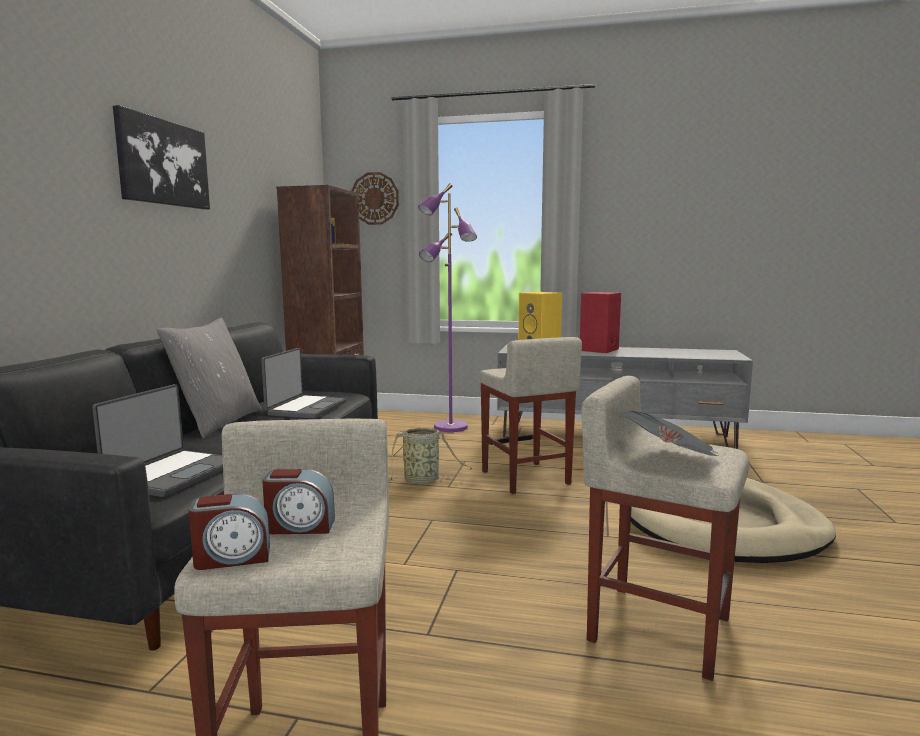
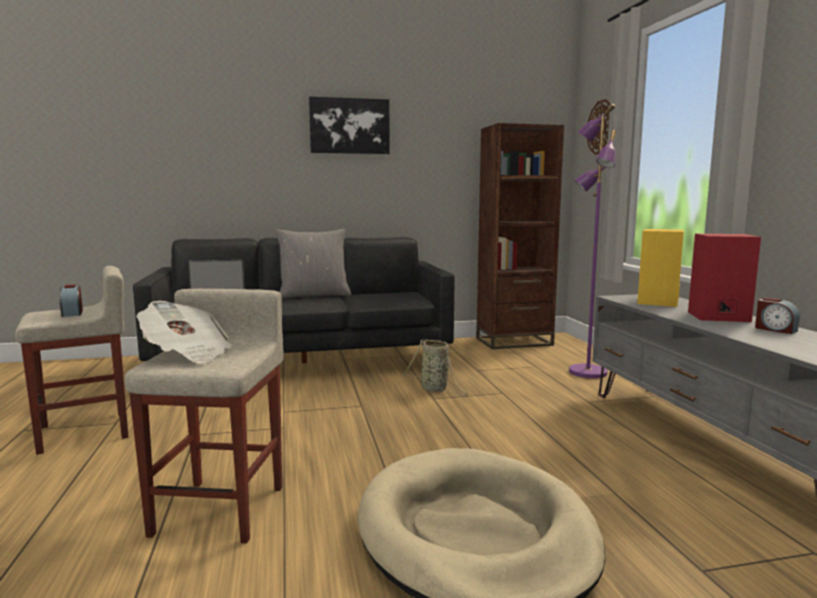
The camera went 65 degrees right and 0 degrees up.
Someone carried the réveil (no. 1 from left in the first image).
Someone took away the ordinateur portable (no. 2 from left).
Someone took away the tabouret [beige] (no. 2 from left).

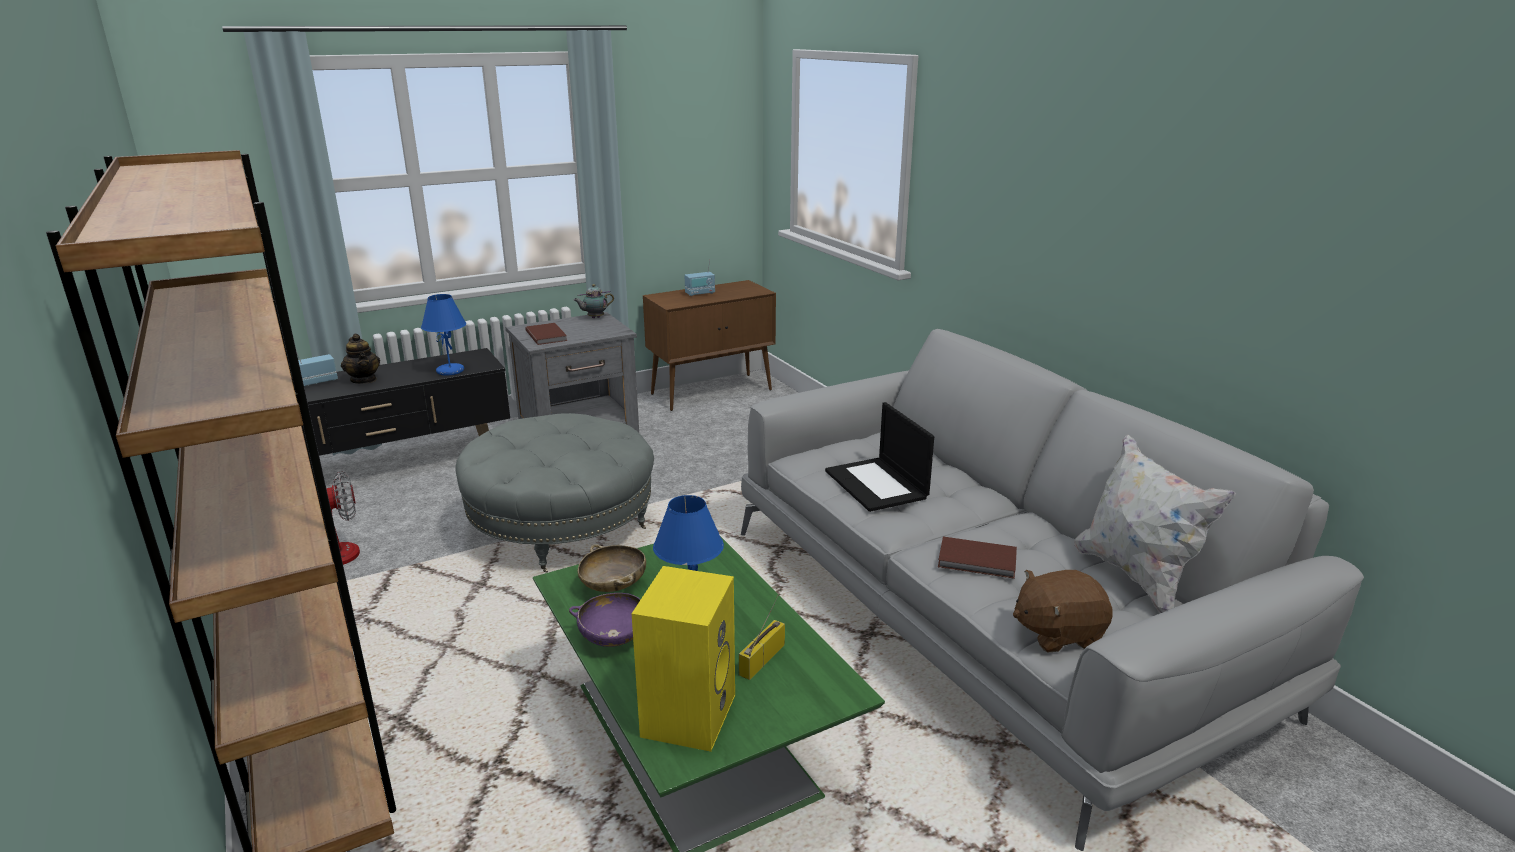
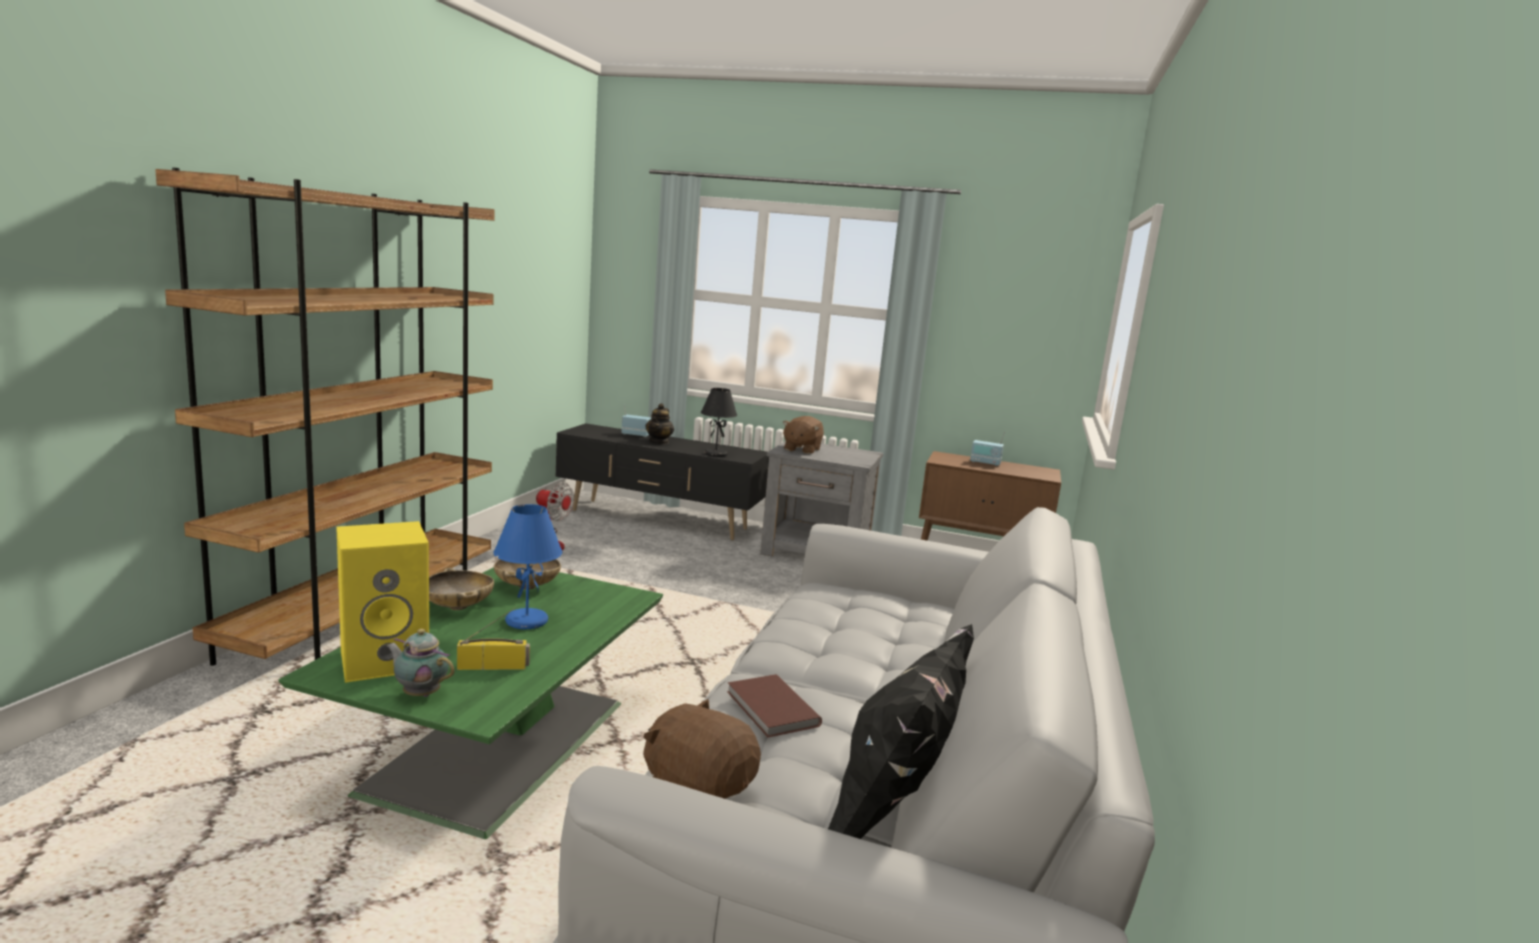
The camera went 45 degrees right and 10 degrees down.
Someone carried the théière (no. 2 from left in the first image).
Someone repainted the bol [violet], which became the bol [beige] (no. 1 from left).
Someone repainted the lampe de table [bleu] (no. 1 from left), which became the lampe de table [noir].
Someone swapped the livre [marron] (no. 1 from left) for the peluche [marron] (no. 2 from left).
Someone repainted the coussin [blanc], which became the coussin [noir].
Someone took away the pouf [gris].
Someone took away the ordinateur portable.

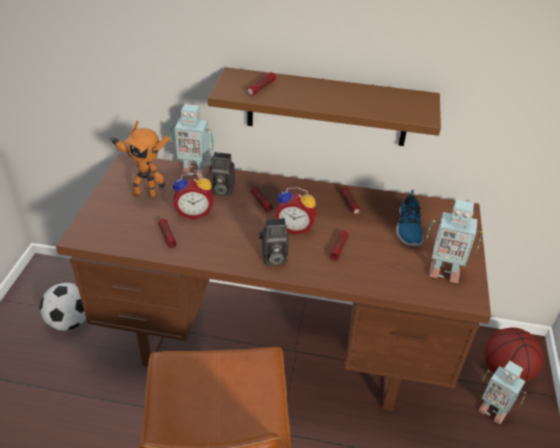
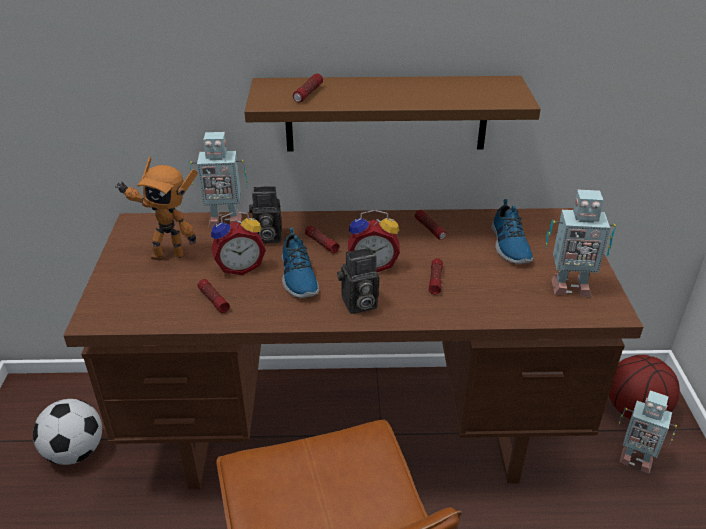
The camera went 10 degrees left and 5 degrees down.
Someone put down the chaussure (no. 1 from left).

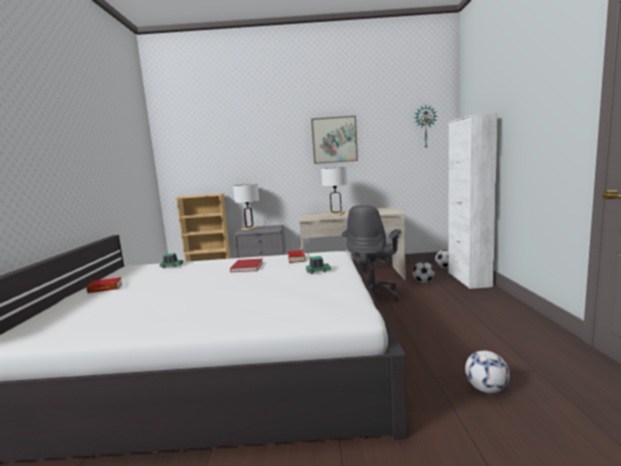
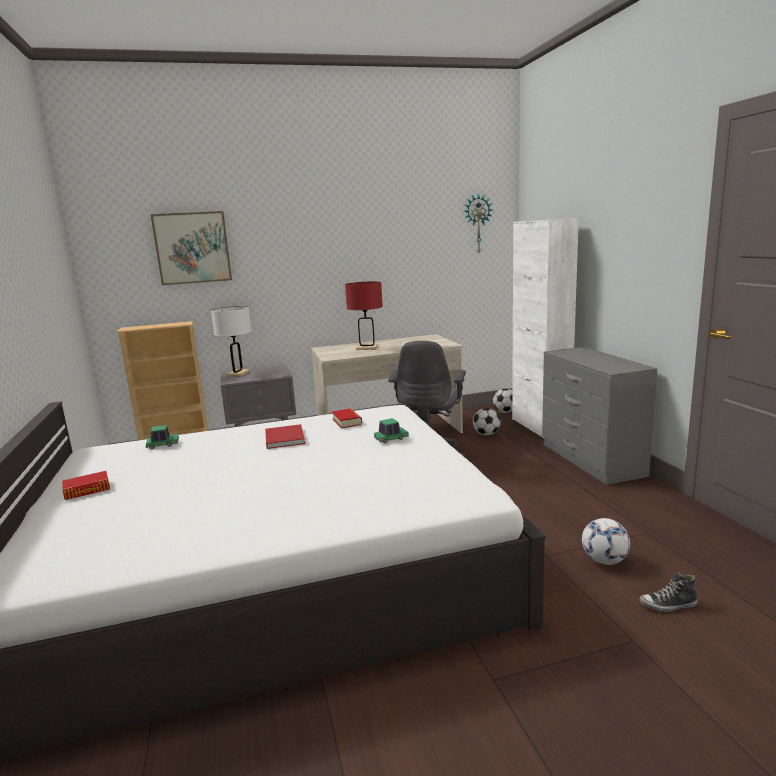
The camera went 15 degrees left and 5 degrees up.
Someone carried the tableau.
Someone repainted the lampe de table [blanc] (no. 2 from left), which became the lampe de table [rouge].
Someone put down the commode [gris].
Someone put down the chaussure.

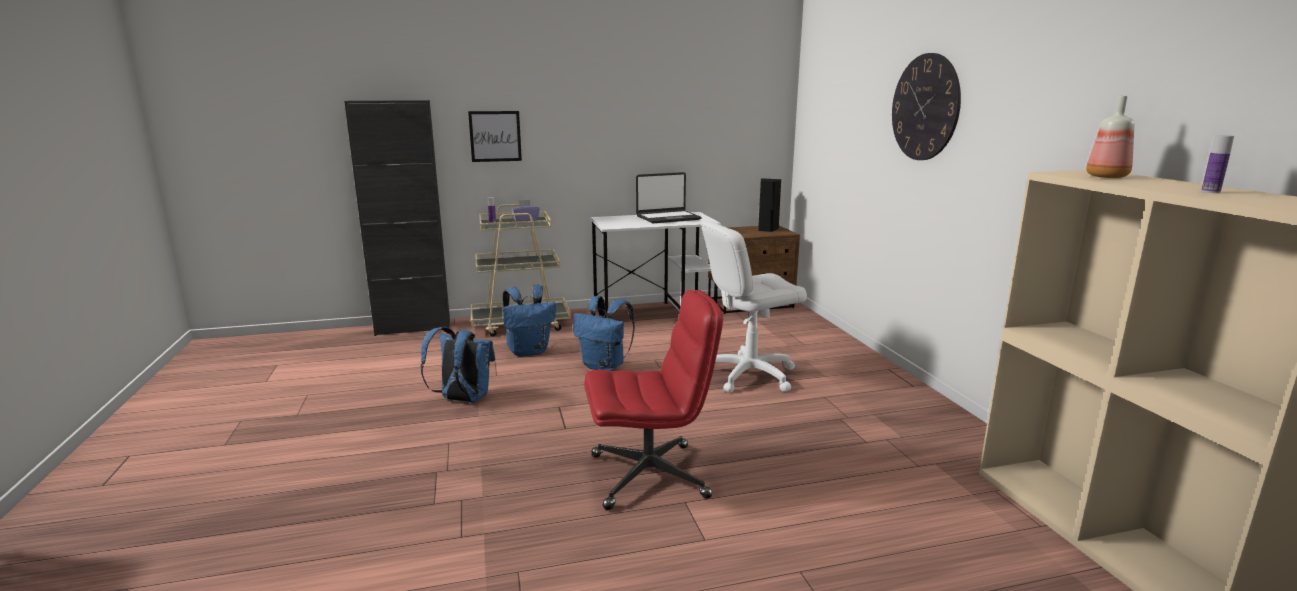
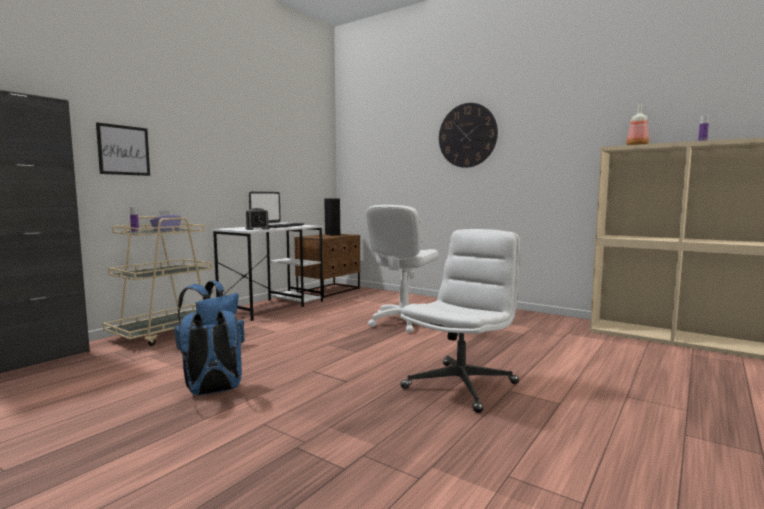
The camera went 40 degrees left and 10 degrees down.
Someone put down the réveil.
Someone repainted the chaise de bureau [rouge], which became the chaise de bureau [blanc] (no. 2 from left).
Someone took away the sac à dos [bleu] (no. 3 from left).

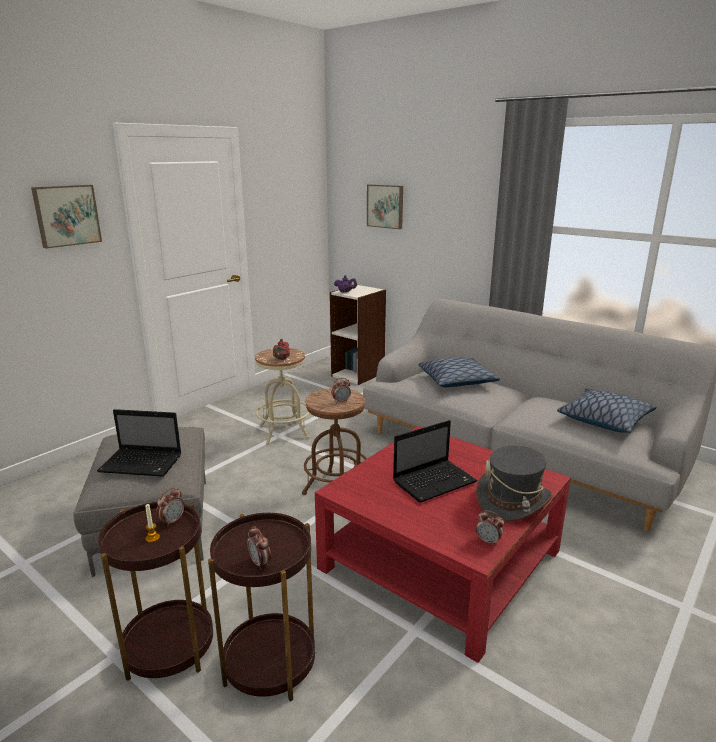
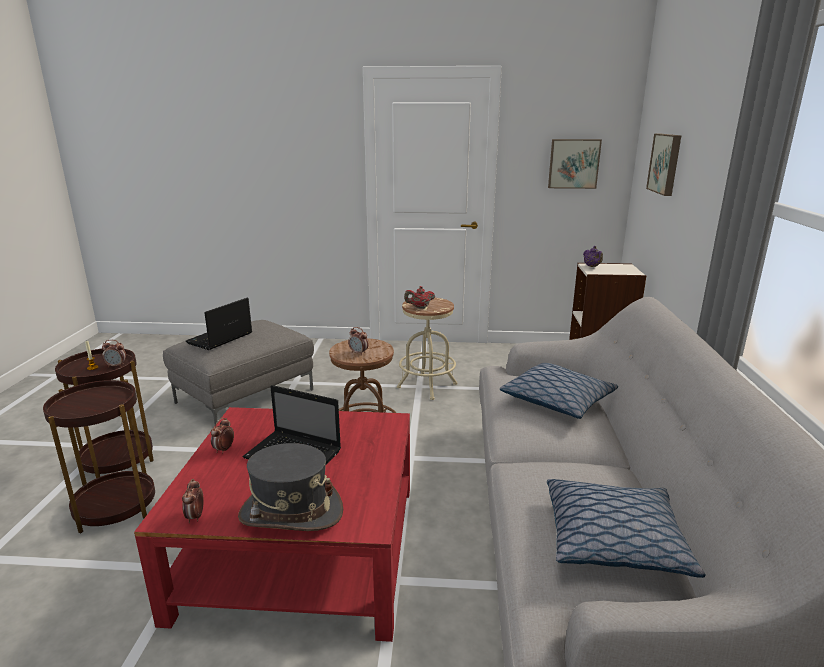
The camera went 55 degrees right and 0 degrees up.
Someone rotated the ordinateur portable (no. 1 from left) by 60 degrees clockwise.
Someone carried the réveil (no. 2 from left in the first image).
Someone carried the tableau (no. 1 from left).

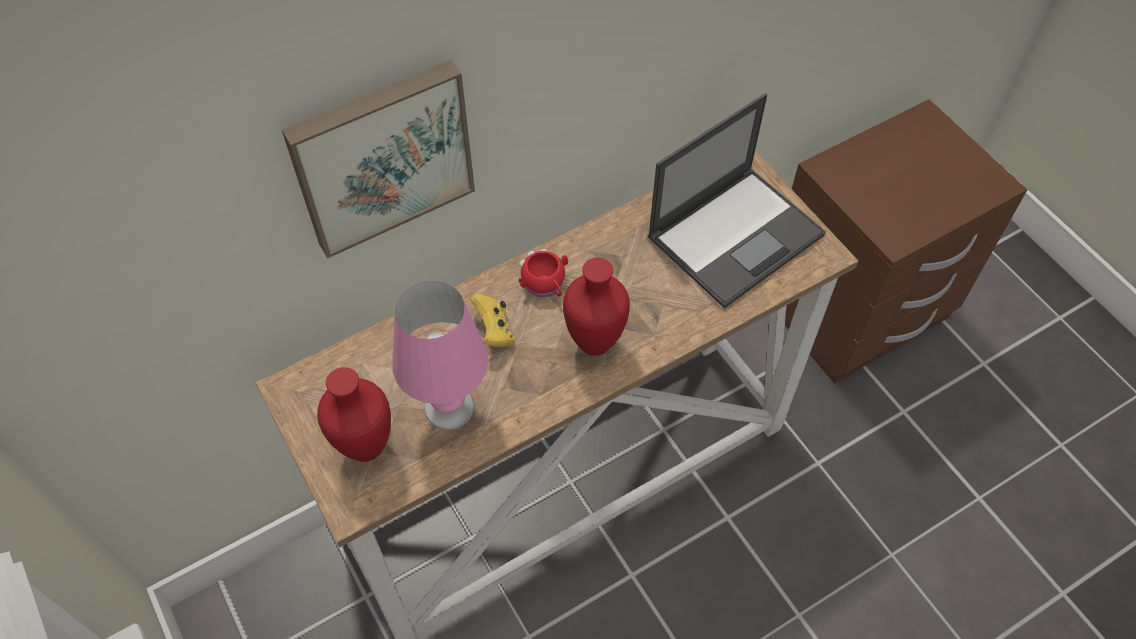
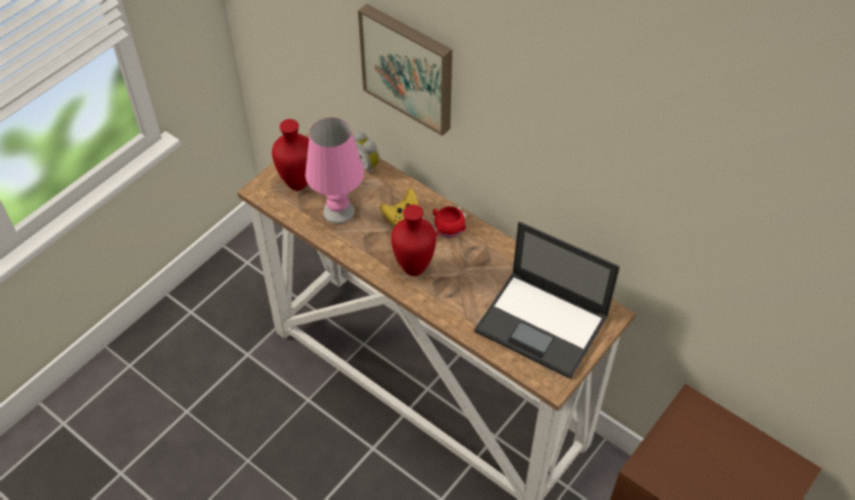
The camera went 70 degrees right and 5 degrees down.
Someone put down the réveil.

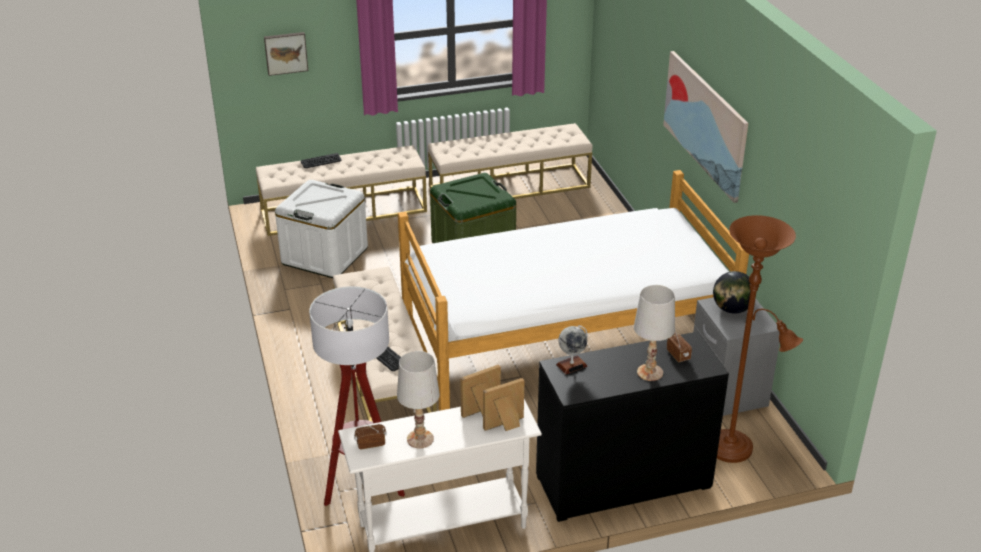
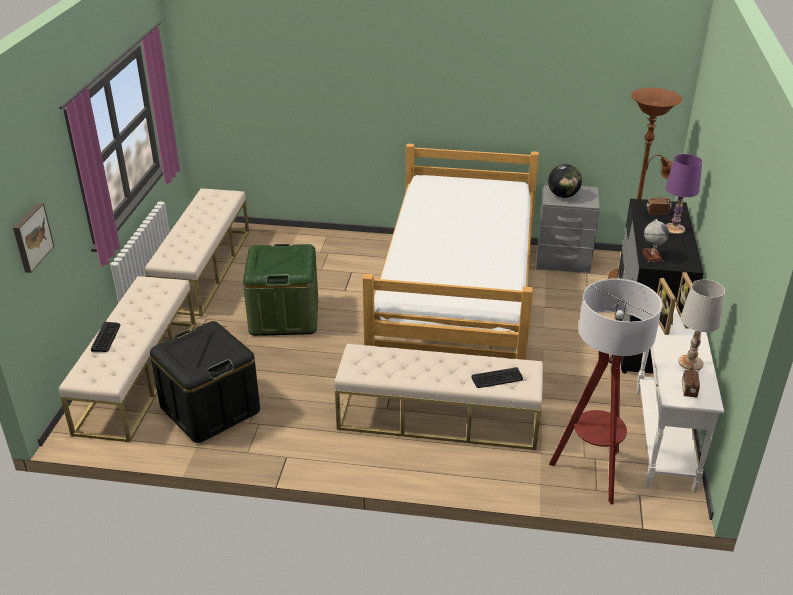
The camera went 65 degrees left and 0 degrees up.
Someone repainted the boîte de rangement [blanc], which became the boîte de rangement [noir].
Someone repainted the lampe de table [blanc] (no. 2 from left), which became the lampe de table [violet].
Someone took away the tableau (no. 2 from left).

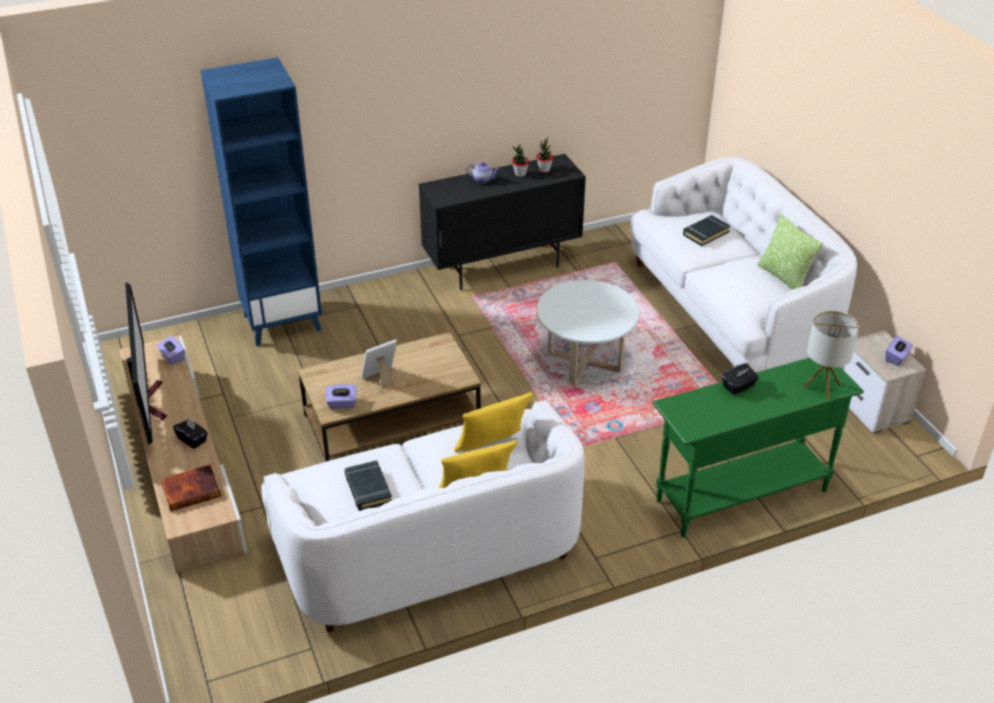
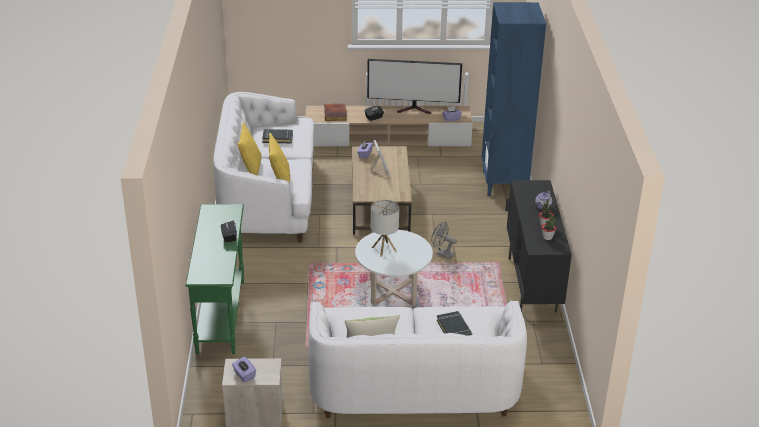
The camera went 110 degrees right and 5 degrees down.
Someone carried the lampe de table.
Someone put down the ventilateur [gris].

